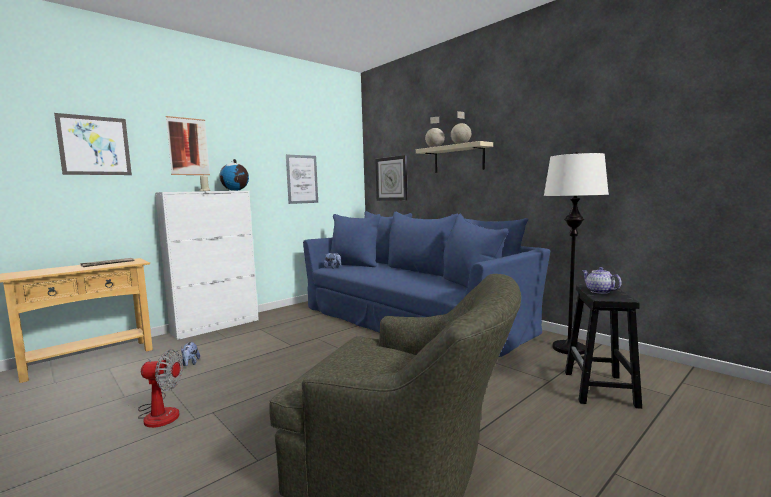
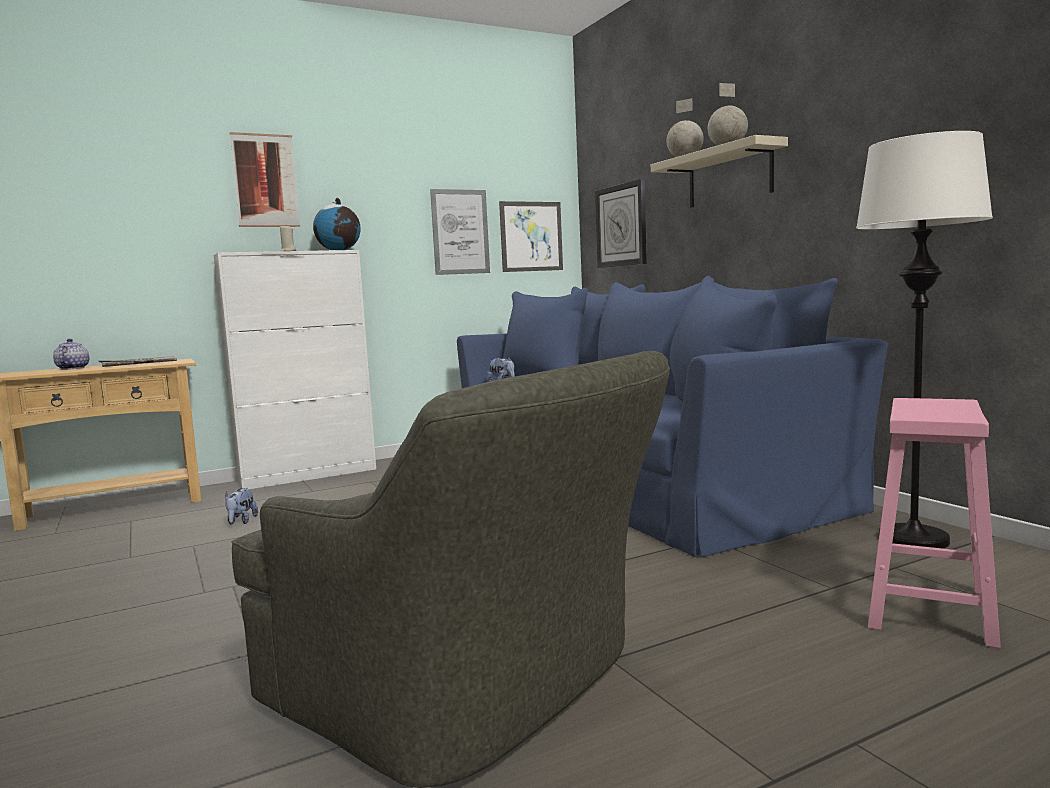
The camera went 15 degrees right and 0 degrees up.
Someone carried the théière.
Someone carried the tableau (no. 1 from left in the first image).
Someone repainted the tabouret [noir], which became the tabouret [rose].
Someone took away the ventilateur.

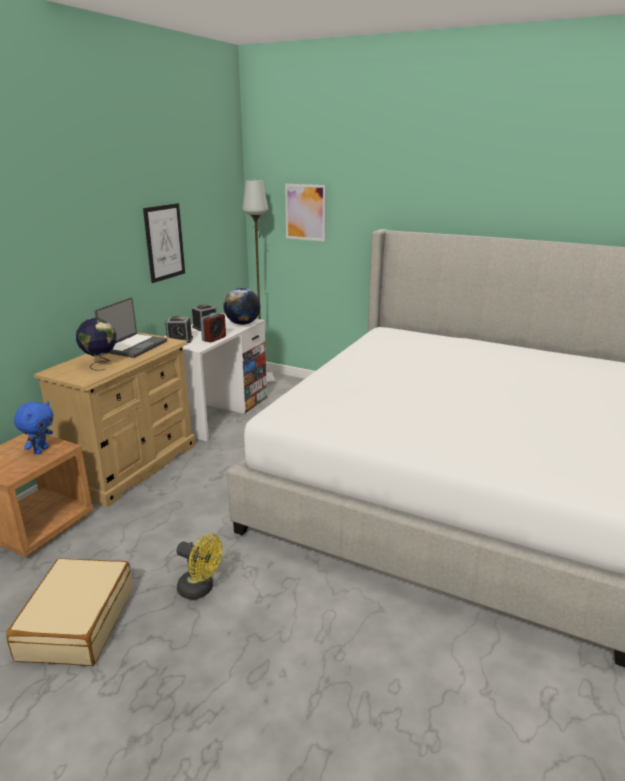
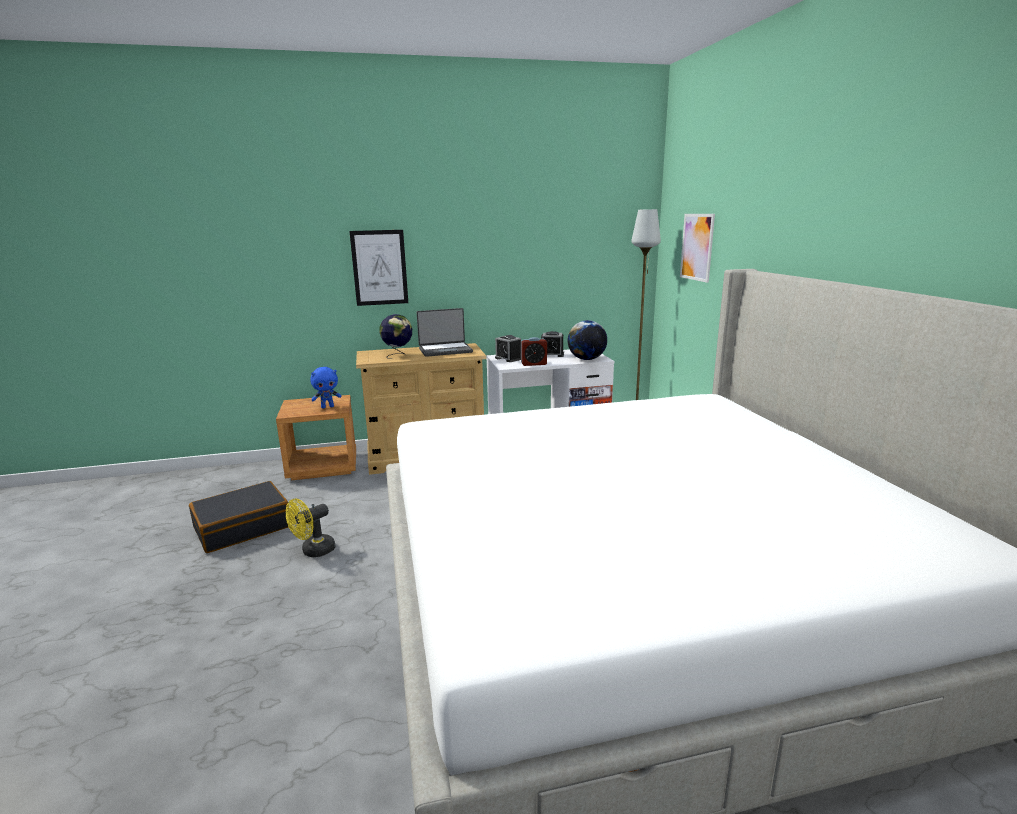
The camera went 50 degrees right and 5 degrees down.
Someone repainted the valise [beige], which became the valise [noir].
Someone rotated the ventilateur [jaune] by 60 degrees clockwise.
Someone carried the tableau (no. 1 from left).

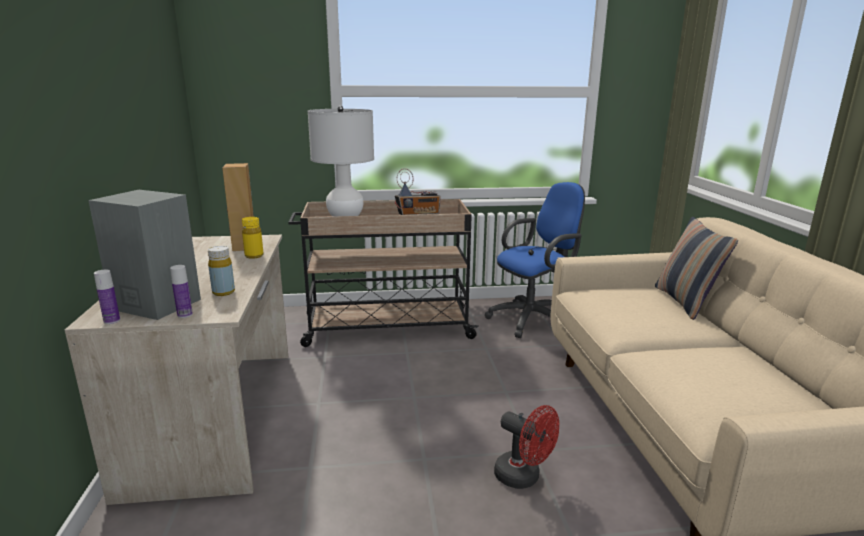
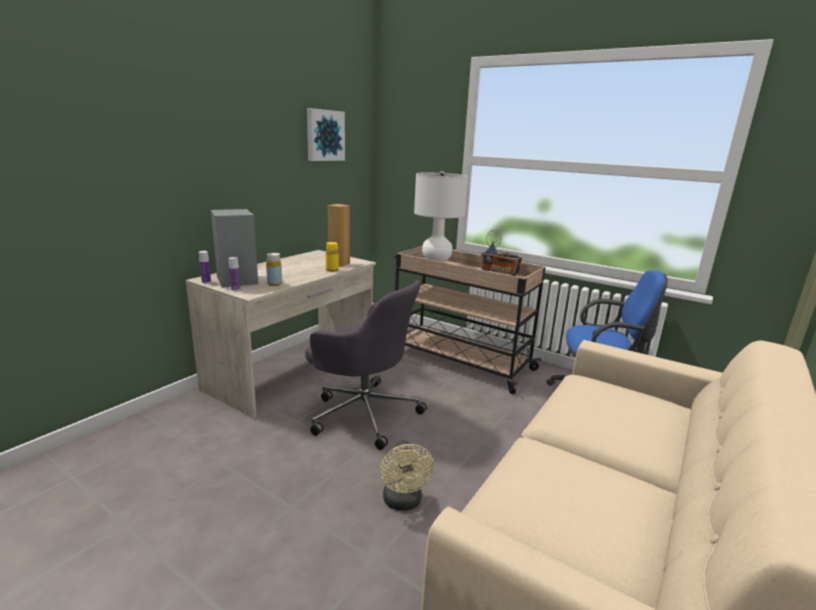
The camera went 40 degrees right and 0 degrees up.
Someone put down the chaise de bureau [gris].
Someone put up the tableau.
Someone repainted the ventilateur [rouge], which became the ventilateur [beige].
Someone took away the coussin.

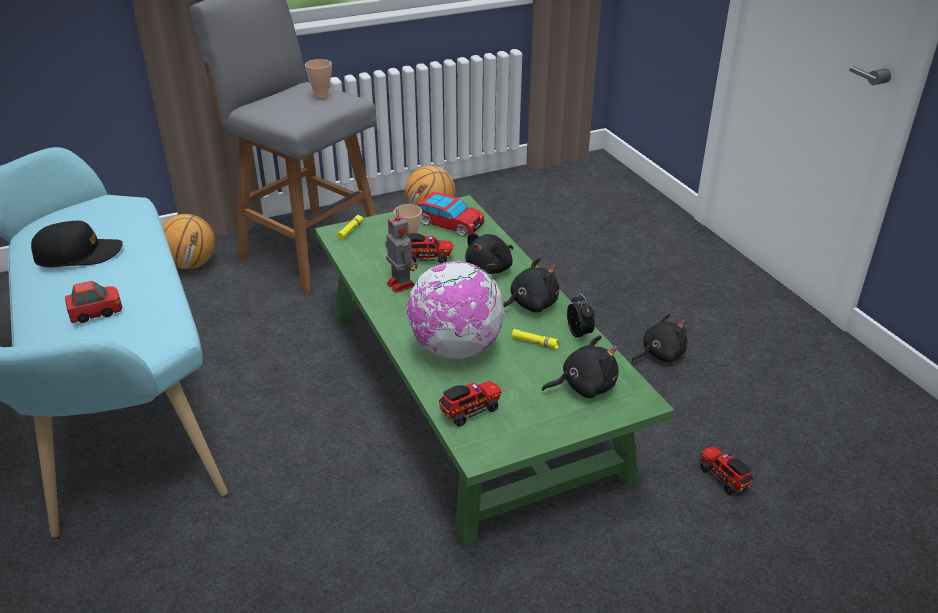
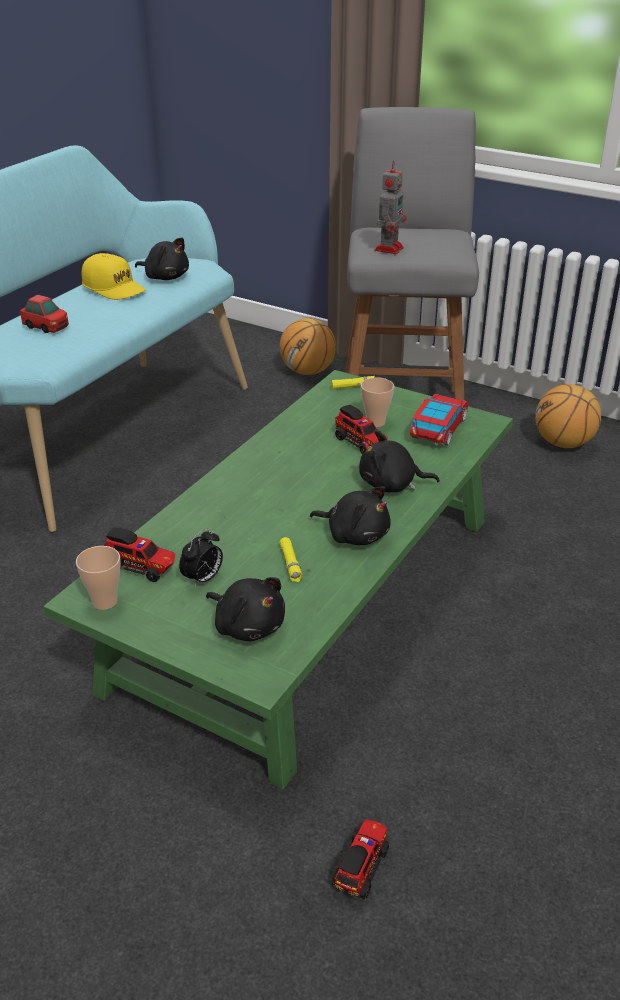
The camera went 55 degrees right and 0 degrees up.
Someone carried the tasse (no. 1 from left).
Someone repainted the casquette [noir], which became the casquette [jaune].
Someone carried the peluche [noir] (no. 4 from left in the first image).
Someone carried the réveil.
Someone carried the robot jouet.
Someone rotated the petite voiture (no. 2 from left) by 150 degrees counterclockwise.
Someone took away the globe.

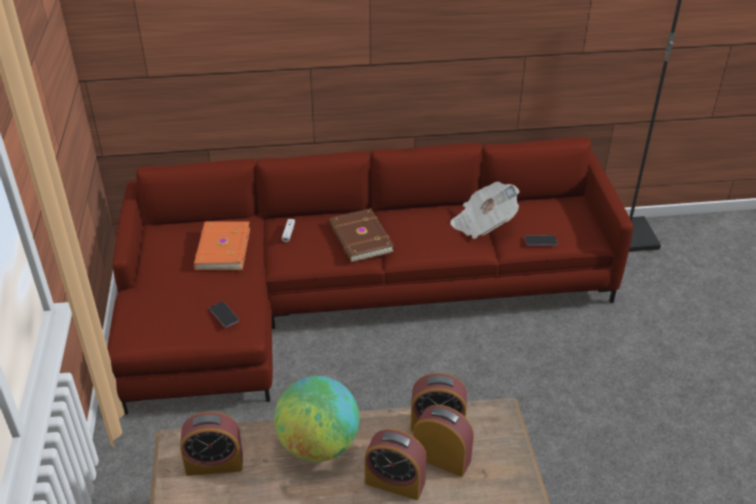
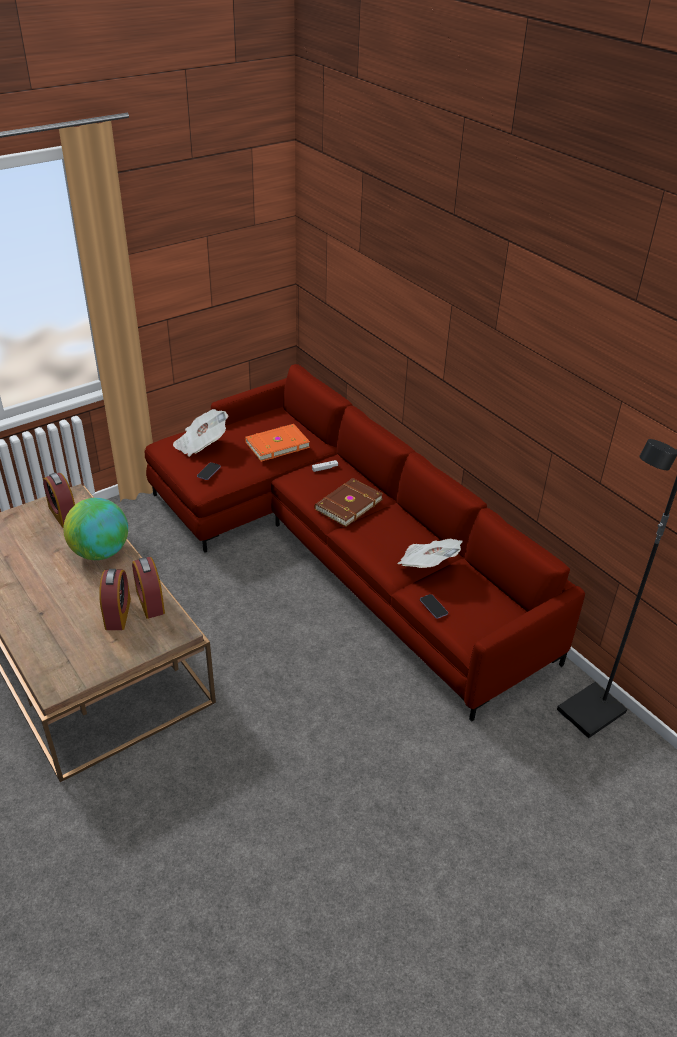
The camera went 60 degrees right and 0 degrees up.
Someone put down the journal (no. 1 from left).
Someone took away the réveil (no. 2 from left).

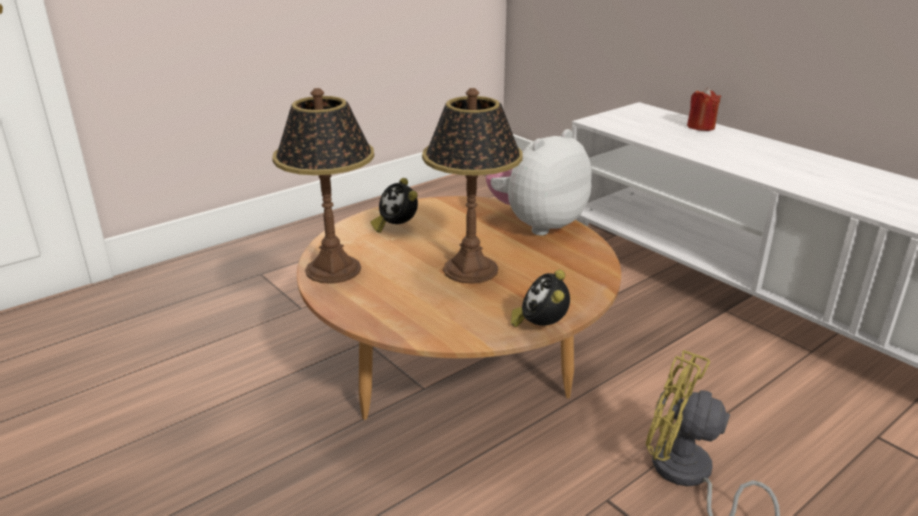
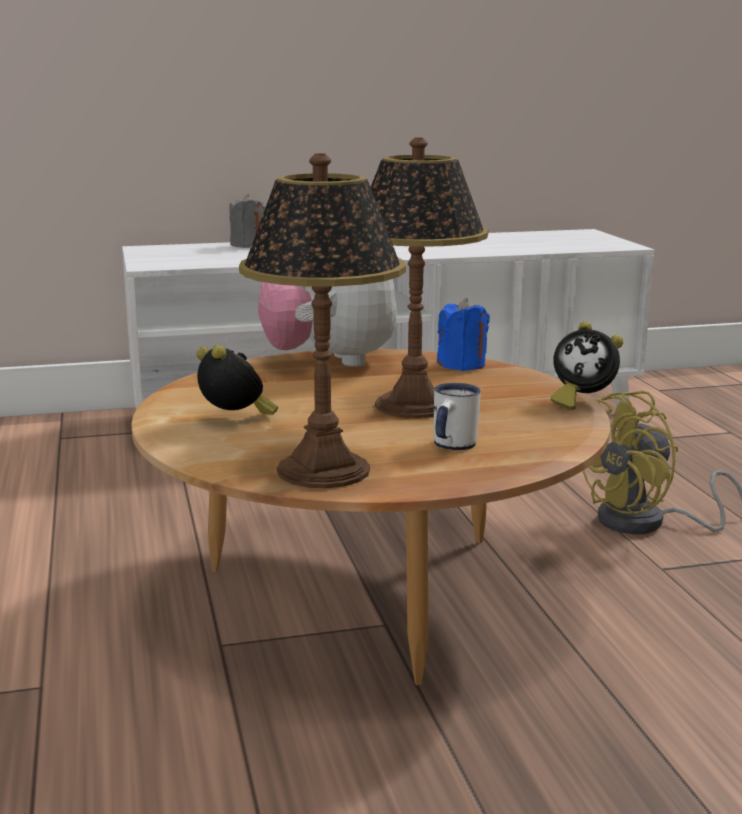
The camera went 65 degrees left and 10 degrees down.
Someone rotated the réveil (no. 1 from left) by 120 degrees counterclockwise.
Someone repainted the bougie [rouge], which became the bougie [gris].
Someone put down the mug [blanc].
Someone put down the bougie [bleu].

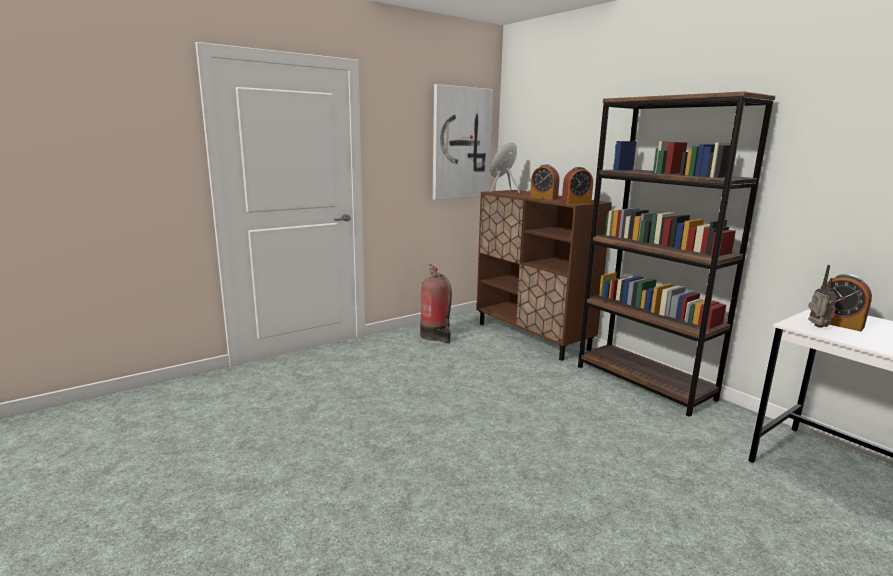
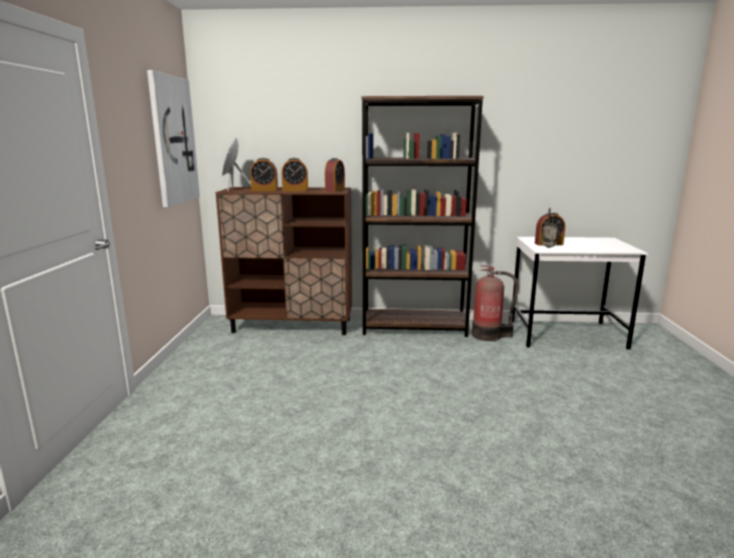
The camera went 50 degrees left and 0 degrees up.
Someone put down the réveil (no. 1 from left).
Someone carried the extincteur.

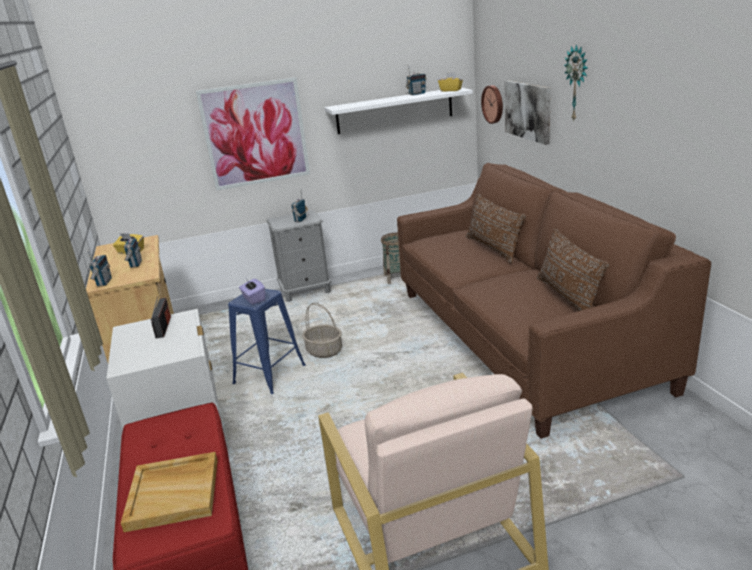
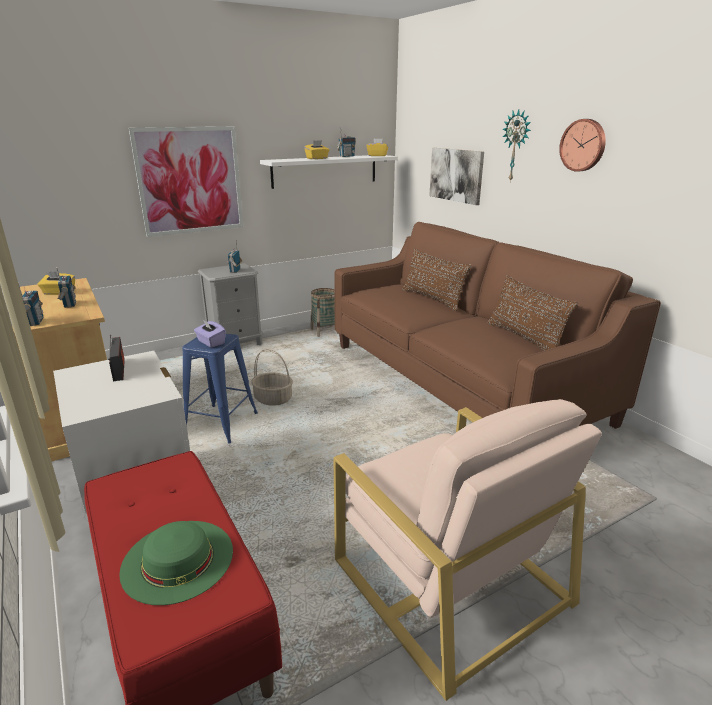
The camera went 15 degrees left and 0 degrees up.
Someone swapped the plateau [beige] for the chapeau [vert].
Someone put down the boîte à mouchoirs [jaune] (no. 2 from left).
Someone carried the horloge murale (no. 1 from left in the first image).

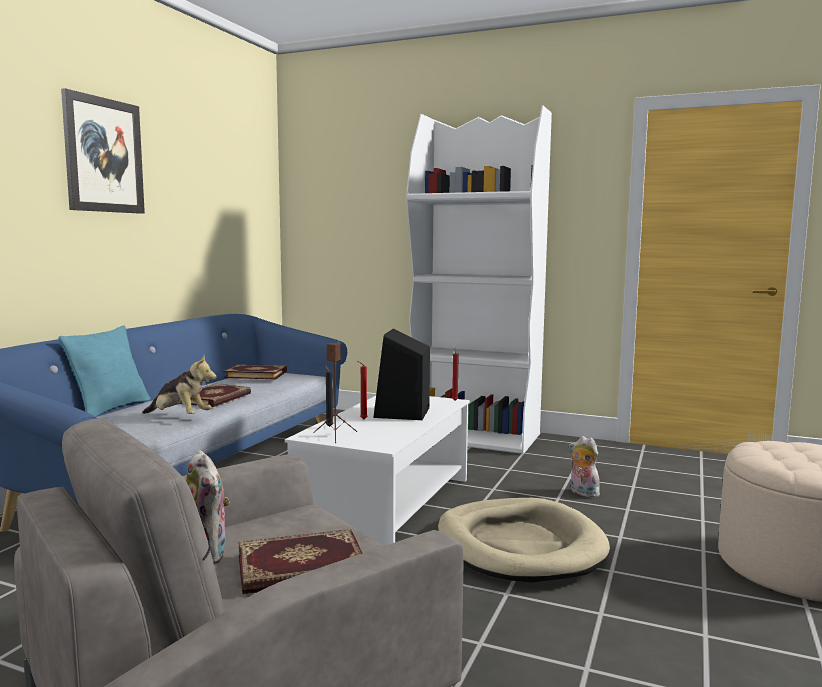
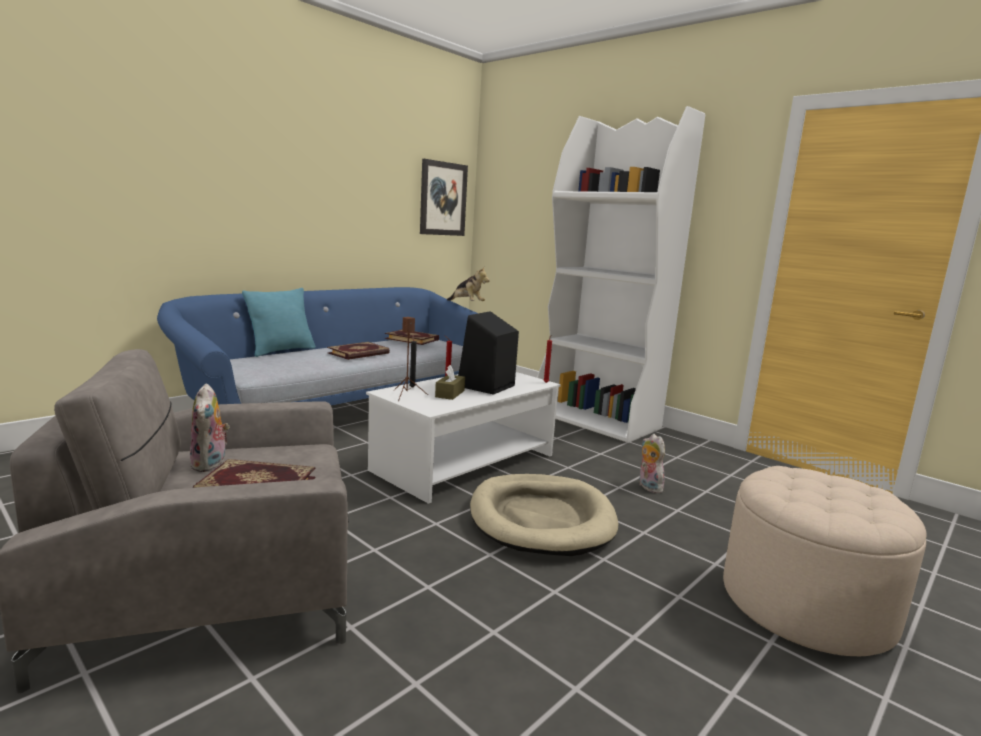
The camera went 20 degrees right and 5 degrees up.
Someone carried the tableau.
Someone put down the boîte à mouchoirs [marron].
Someone carried the peluche (no. 1 from left in the first image).

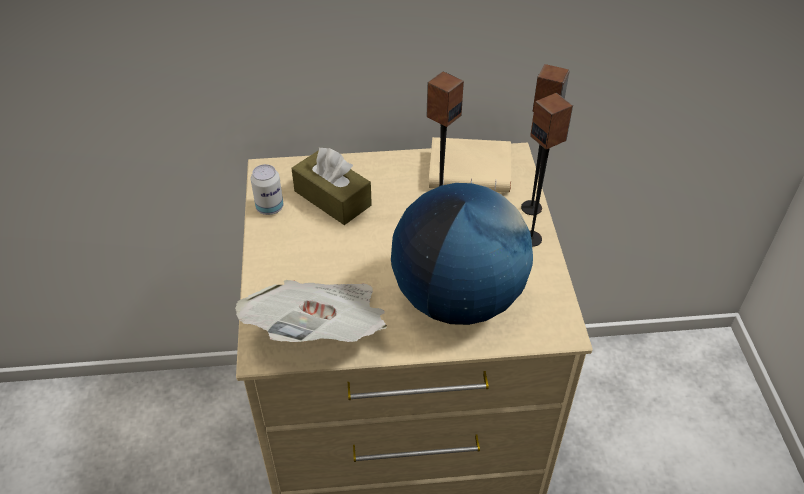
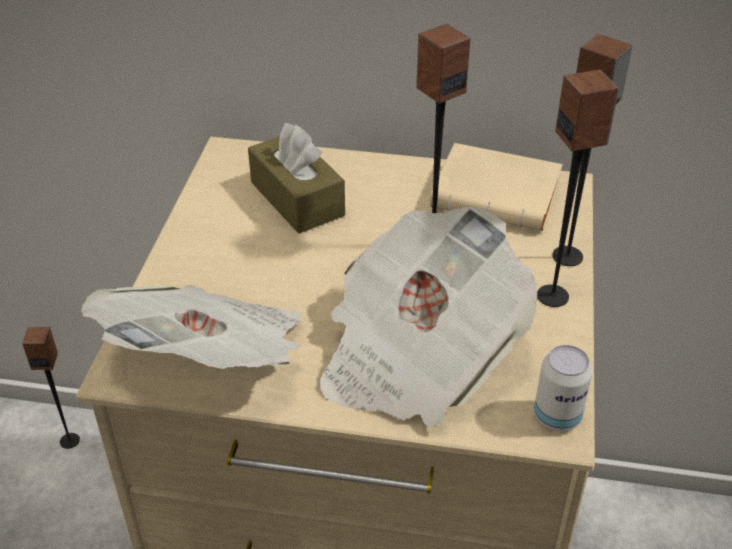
The camera went 15 degrees right and 5 degrees down.
Someone put down the enceinte (no. 1 from left).
Someone swapped the globe for the journal (no. 2 from left).
Someone carried the boîte métallique.

